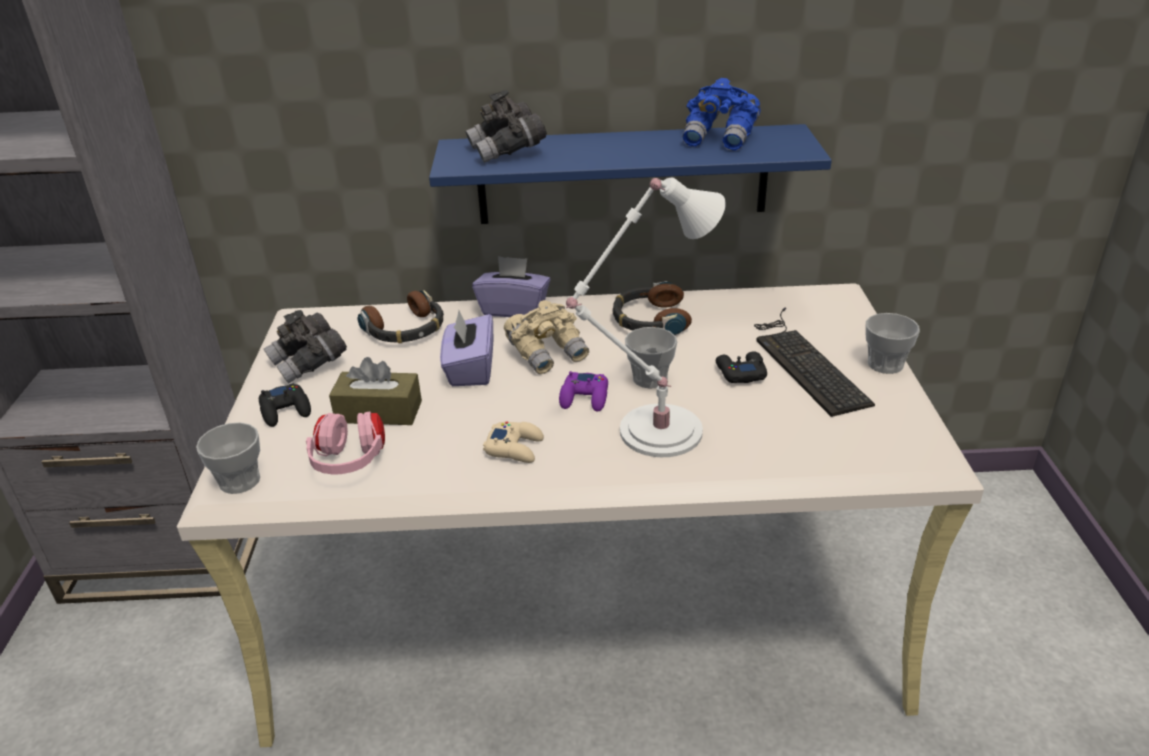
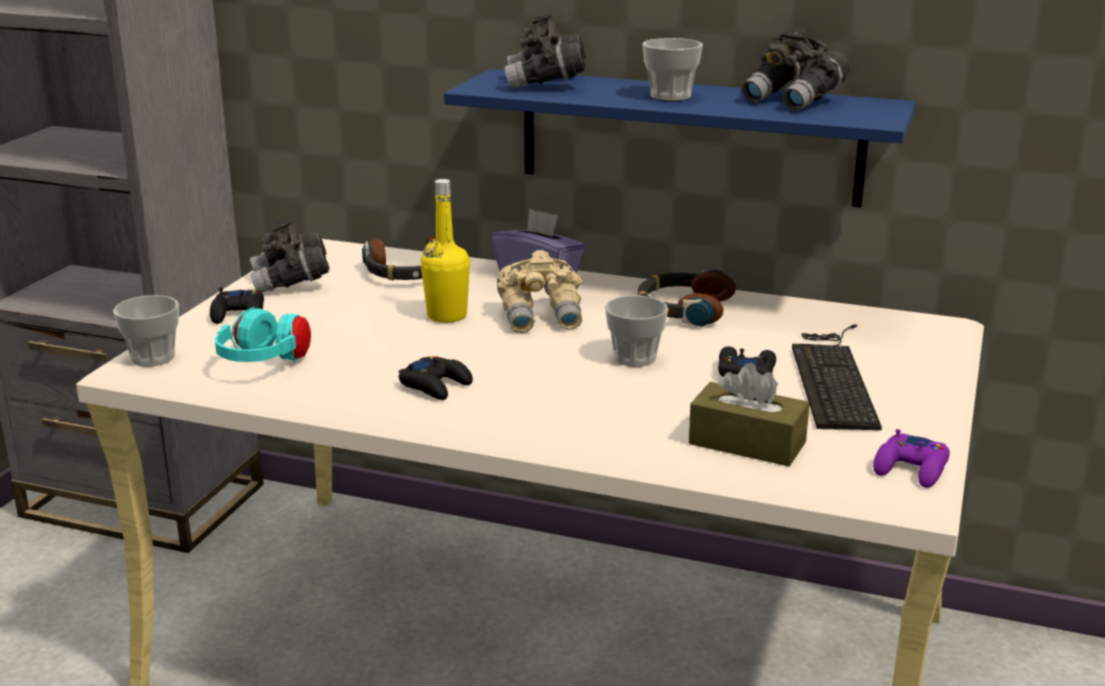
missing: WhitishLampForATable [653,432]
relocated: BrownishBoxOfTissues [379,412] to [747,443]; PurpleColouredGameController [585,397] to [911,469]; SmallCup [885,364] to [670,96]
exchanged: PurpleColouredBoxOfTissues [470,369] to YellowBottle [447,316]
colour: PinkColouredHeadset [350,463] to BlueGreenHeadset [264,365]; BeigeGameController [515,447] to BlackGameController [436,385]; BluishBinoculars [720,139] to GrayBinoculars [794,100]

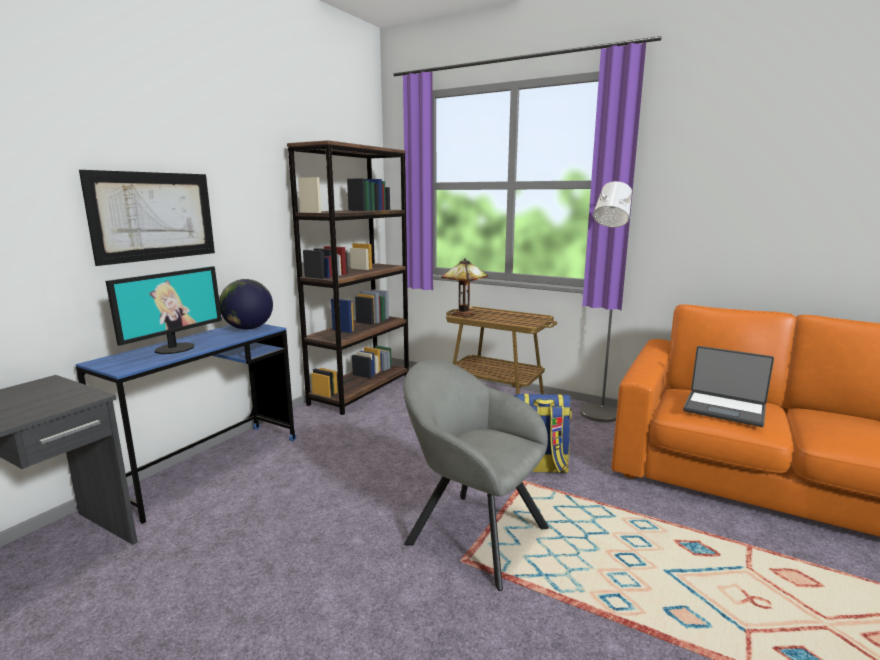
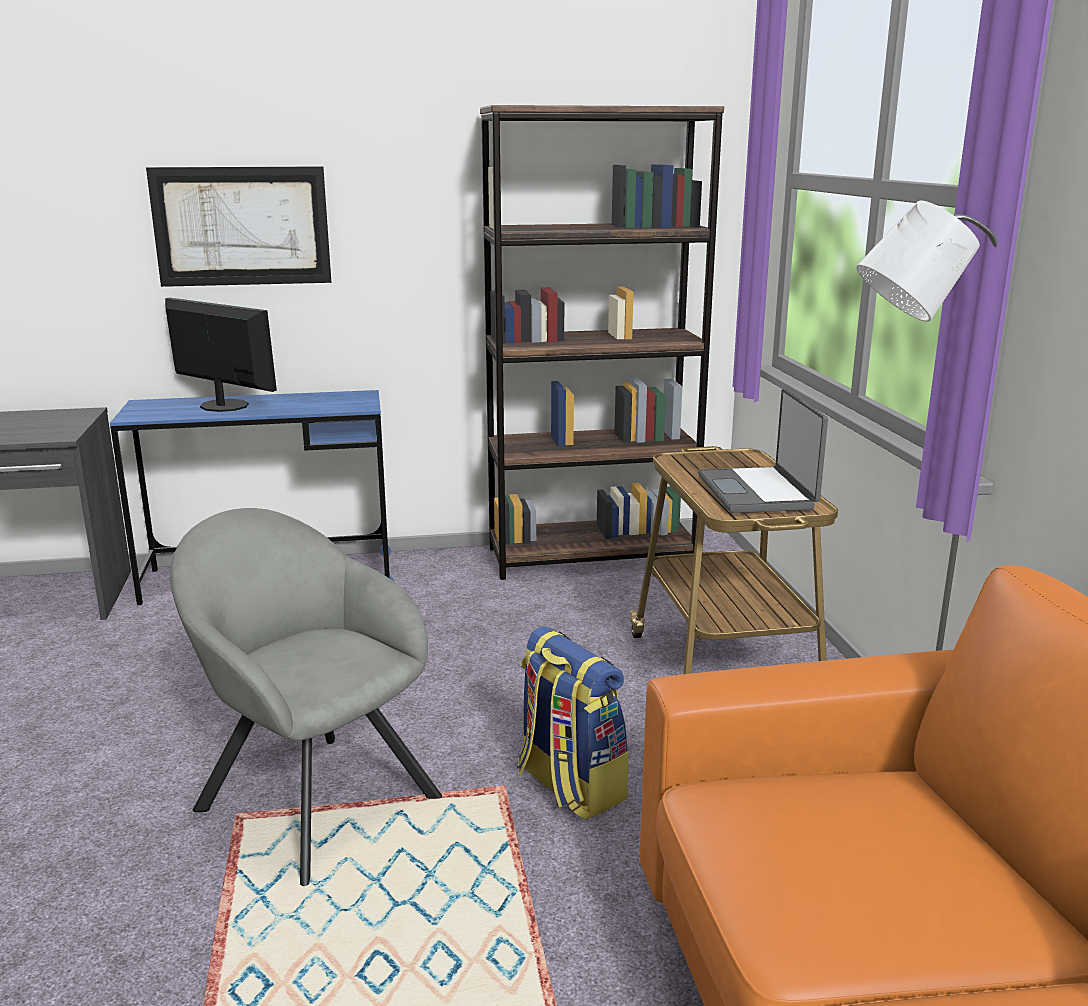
missing: DeskGlobe [248,328]; LampForATable [465,314]
relocated: PortableComputer [724,409] to [758,492]
spun: ComputerScreen [174,348] = [223,406] 135 degrees counterclockwise; GrayEasyChair [471,533] = [311,798] 45 degrees counterclockwise

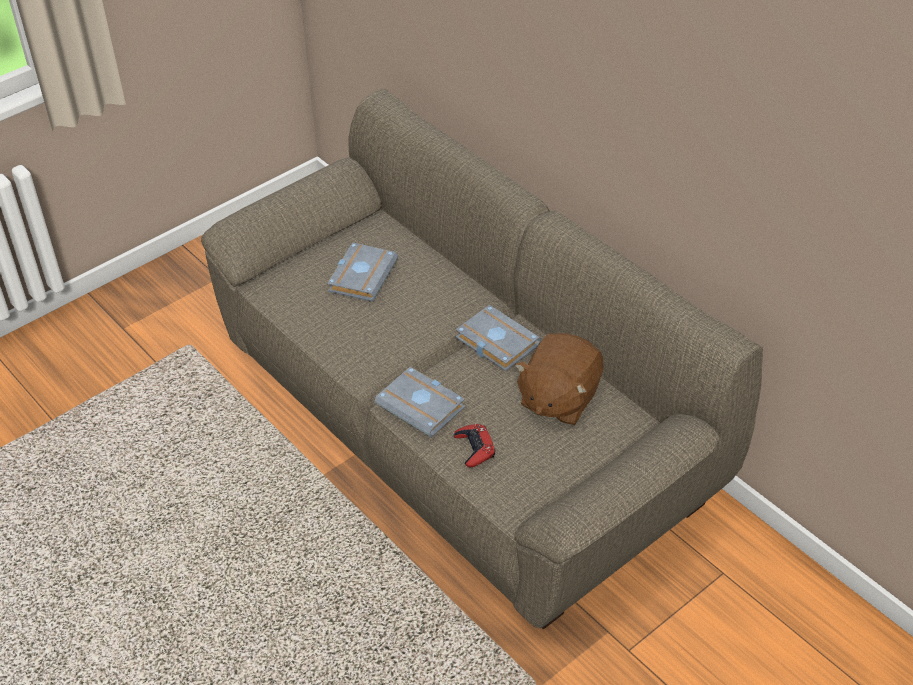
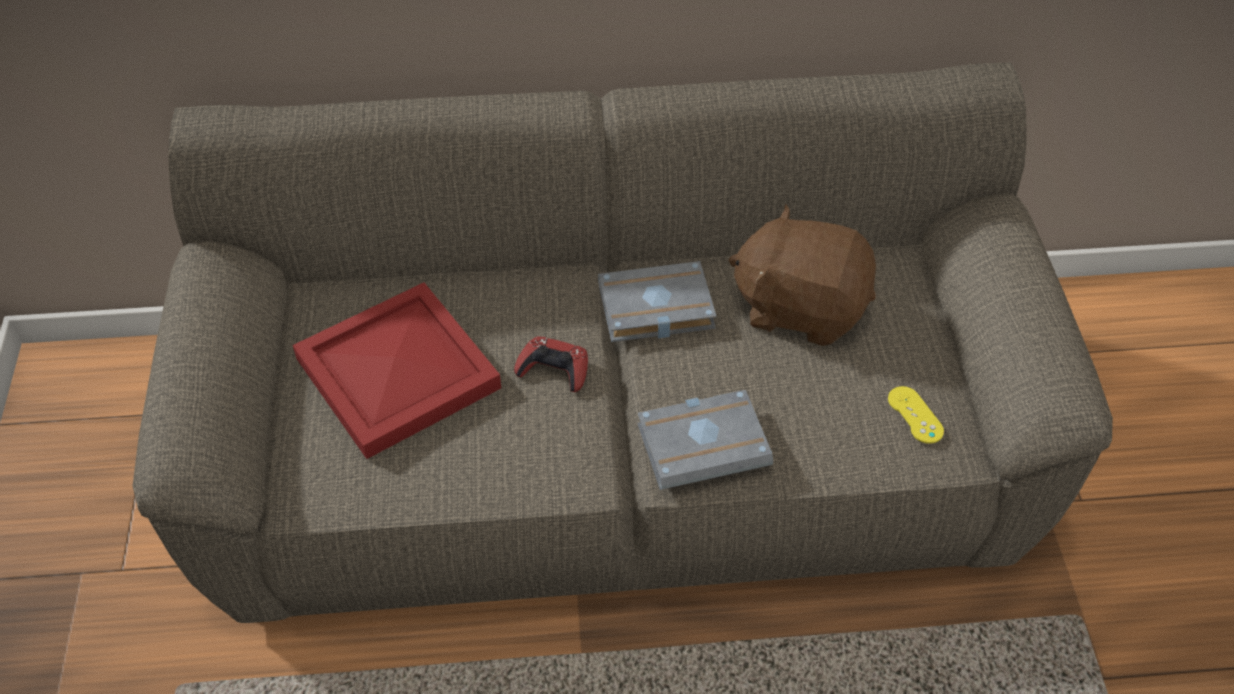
appeared: YellowGameController [915,415]
relocated: RedColouredGameController [475,448] to [554,369]
exchanged: GrayVolume [361,275] to RedColouredTray [394,373]
spun: BrownishPlushToy [558,398] = [800,307] 135 degrees clockwise

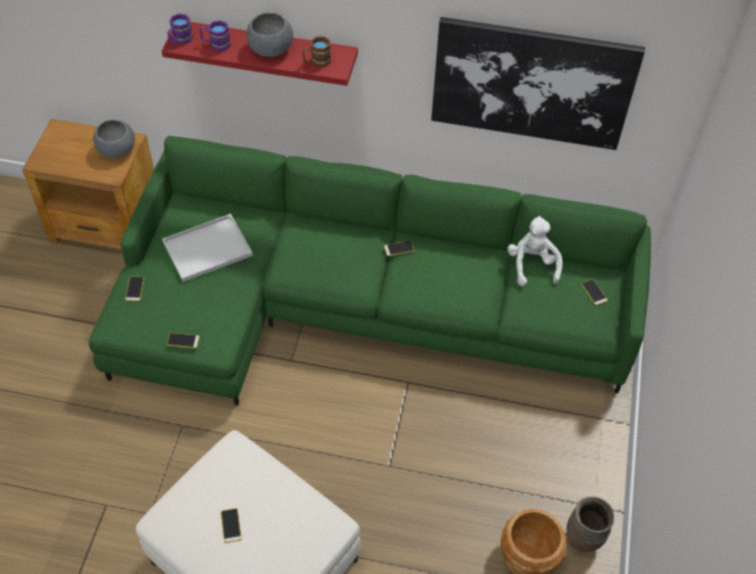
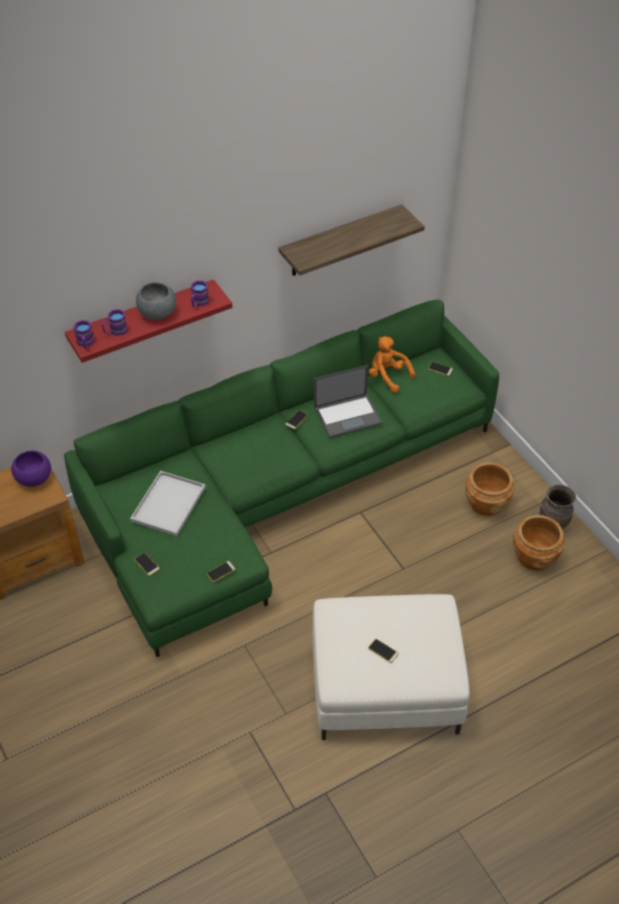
appeared: PortableComputer [348,415]; BrownishFlowerPot [486,503]
exchanged: WallPicture [532,83] to WallShelf [340,241]
colour: GrayServingBowl [116,150] to PurpleColouredServingBowl [34,478]; BrownishCoffeeMug [316,62] to PurpleColouredCoffeeMug [198,303]; WhitishPlushToy [532,265] to OrangeyPlushToy [387,376]

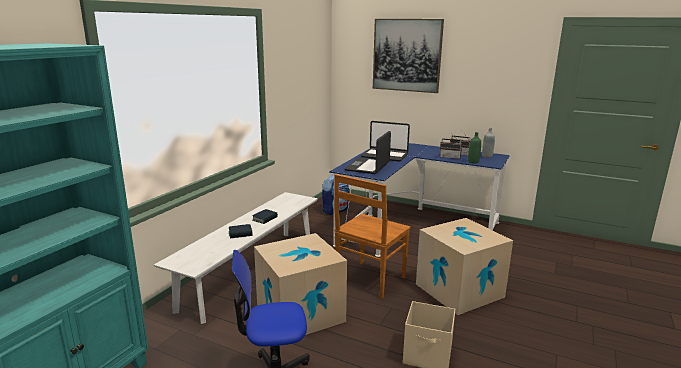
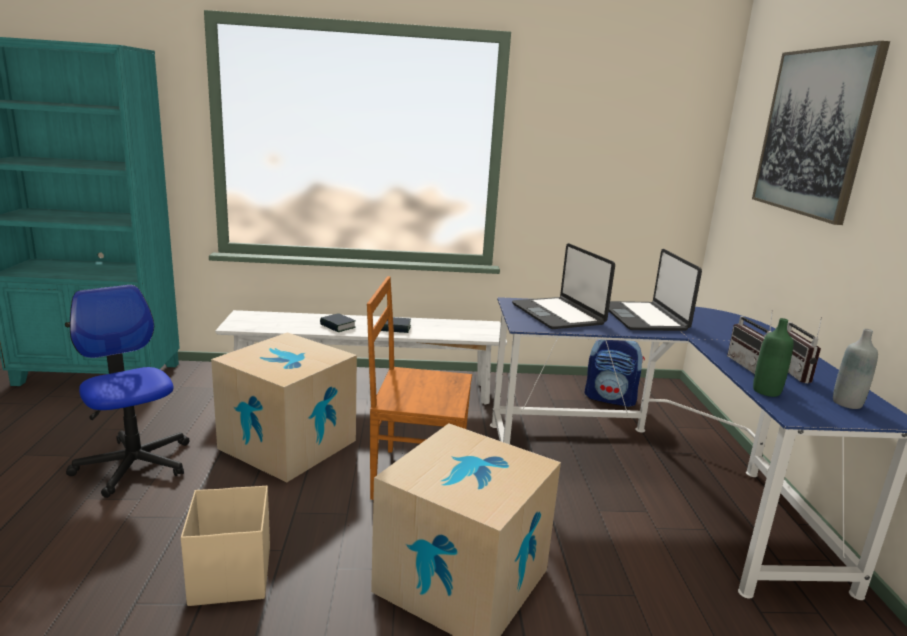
spun: PortableComputer [368,167] = [558,314] 105 degrees counterclockwise

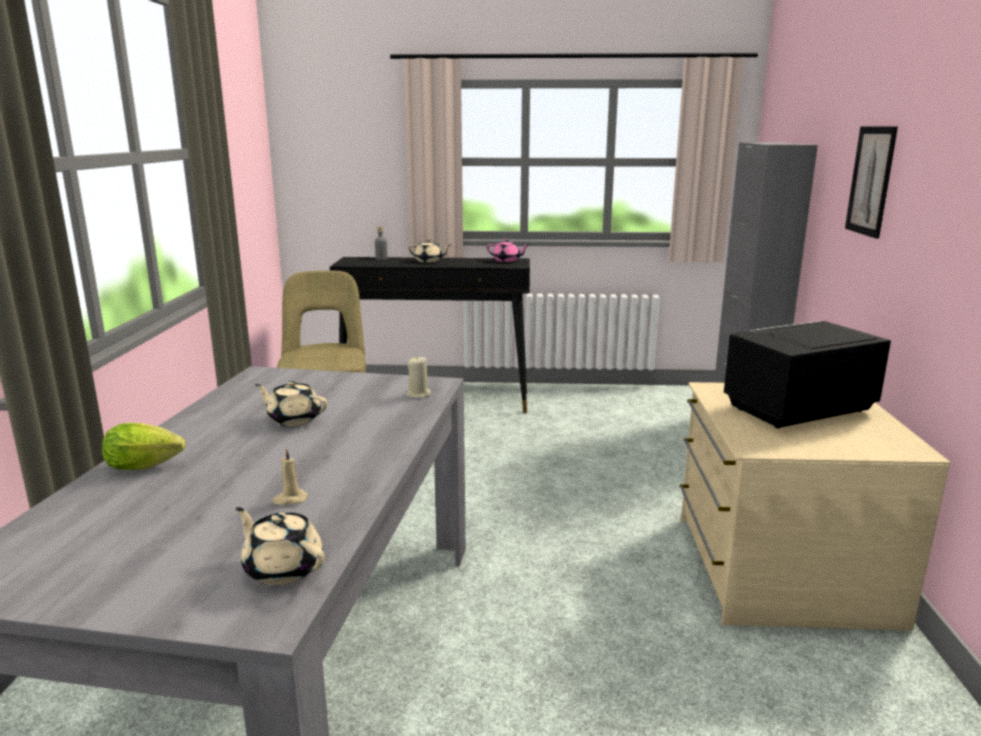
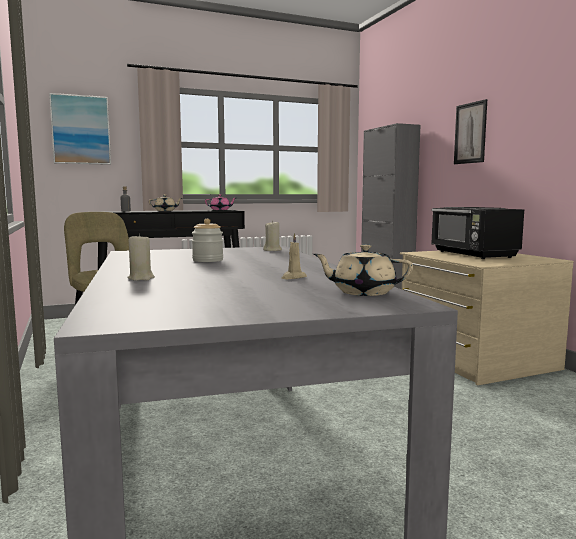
appeared: WallPicture [81,130]
exchanged: LettuceHead [148,466] to BeigeWaxLight [141,278]; BeigeTeapot [293,419] to PreserveJar [208,260]
spun: BlackMicrowaveOven [796,409] = [473,254] 60 degrees counterclockwise

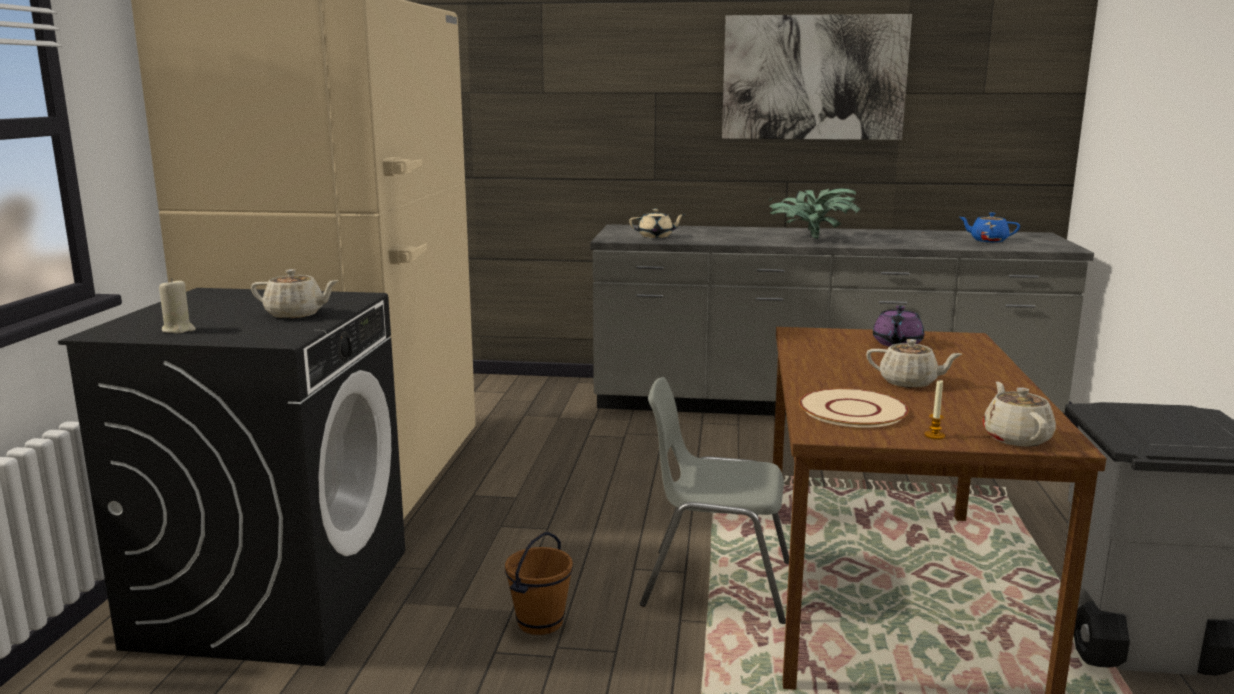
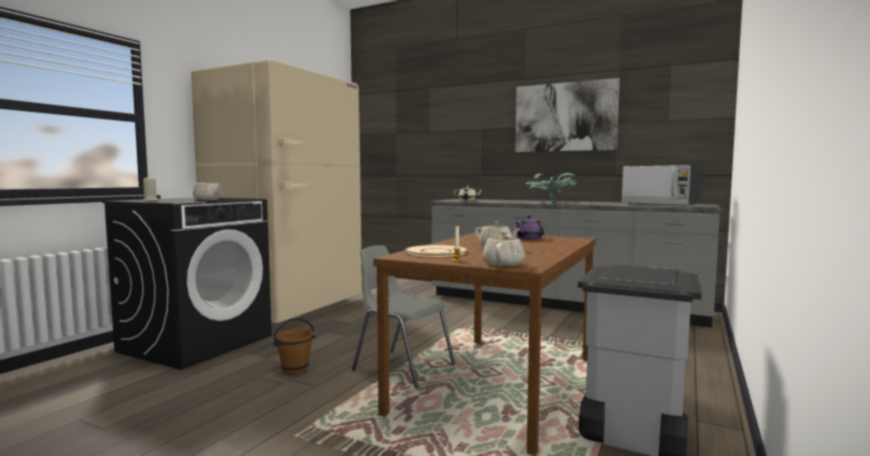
exchanged: BluishTeapot [987,240] to MicrowaveOven [660,204]

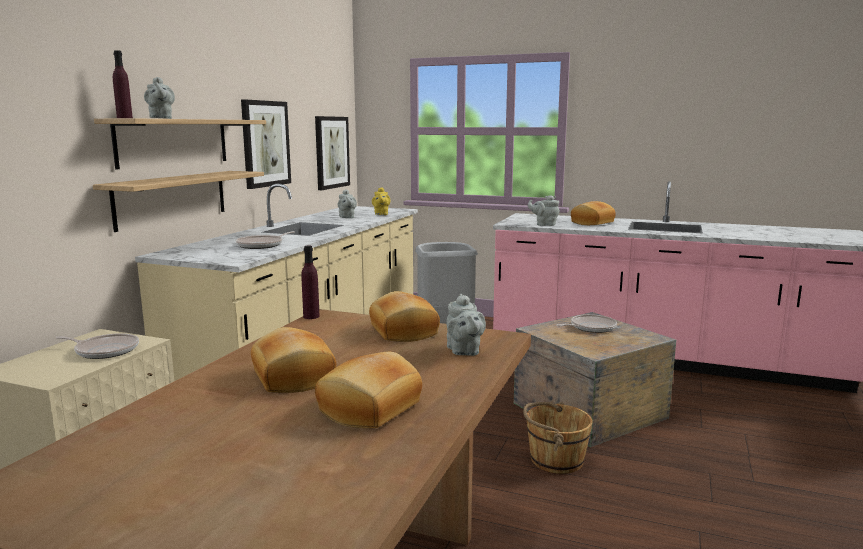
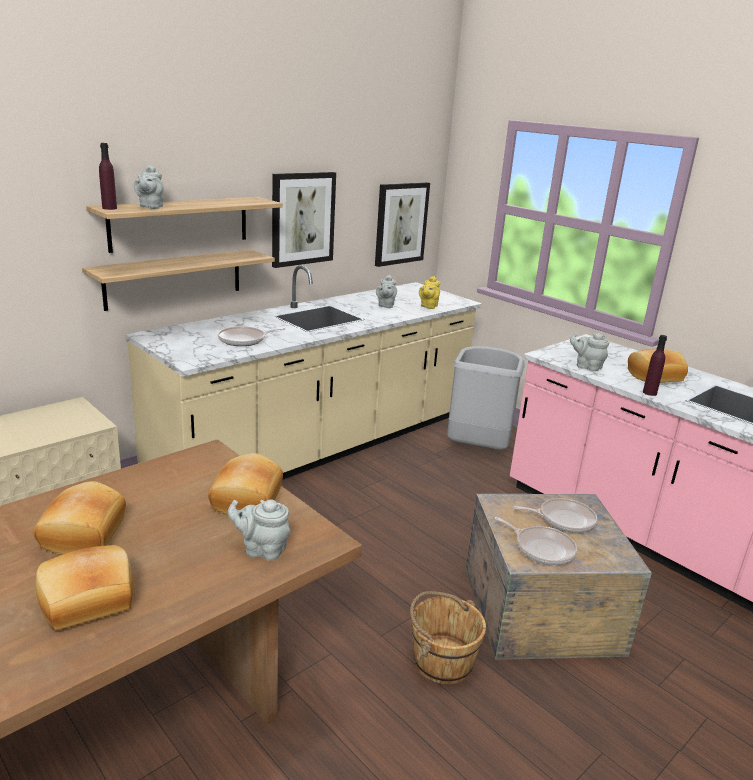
relocated: Skillet [105,350] to [542,548]; PurpleColouredBottle [311,316] to [649,393]
spun: GrayTeapot [464,351] = [262,549] 90 degrees clockwise

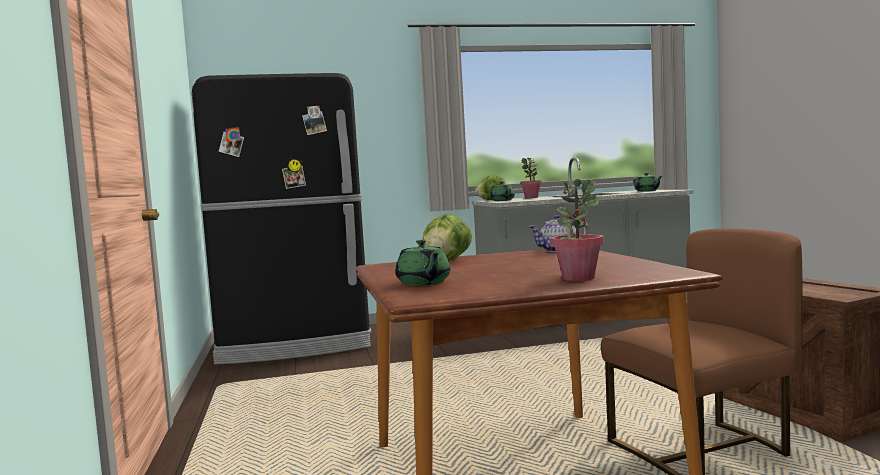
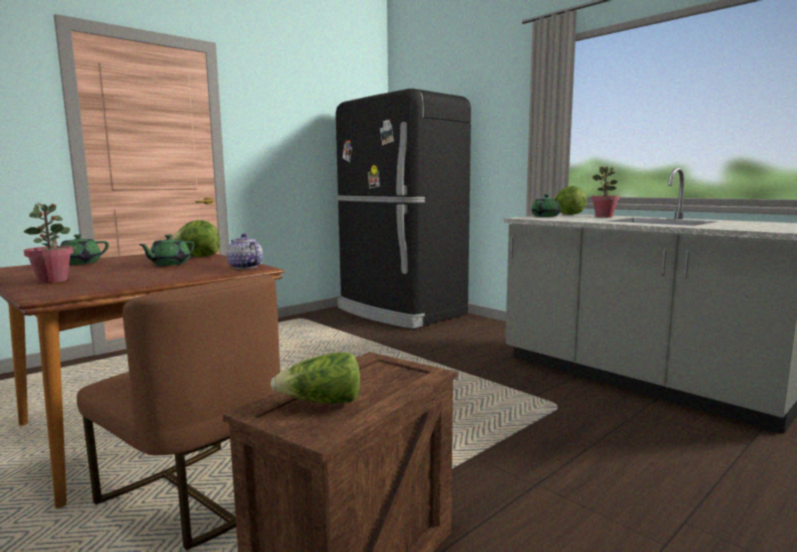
appeared: LettuceHead [322,403]
relocated: GreenColouredTeapot [647,191] to [169,264]

